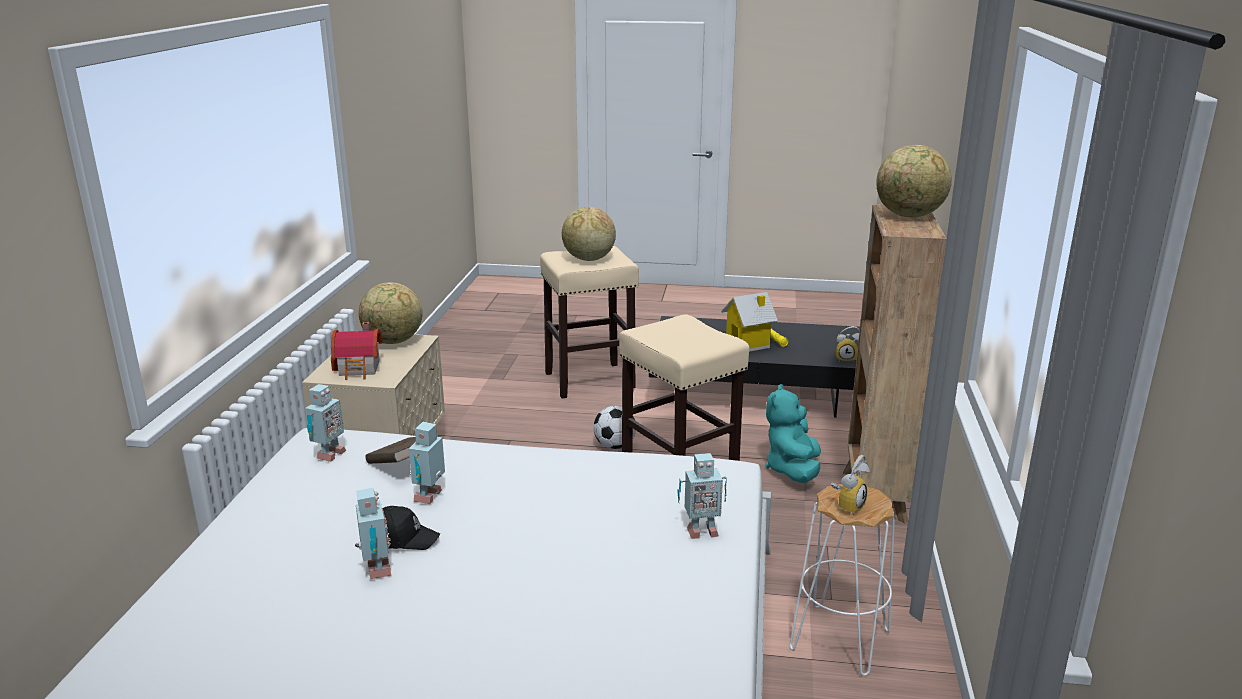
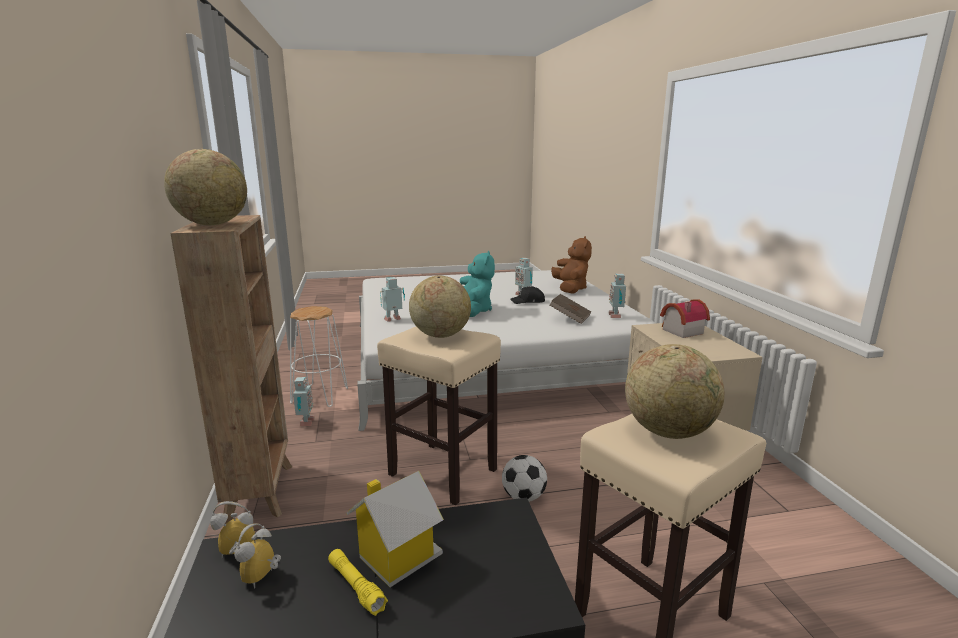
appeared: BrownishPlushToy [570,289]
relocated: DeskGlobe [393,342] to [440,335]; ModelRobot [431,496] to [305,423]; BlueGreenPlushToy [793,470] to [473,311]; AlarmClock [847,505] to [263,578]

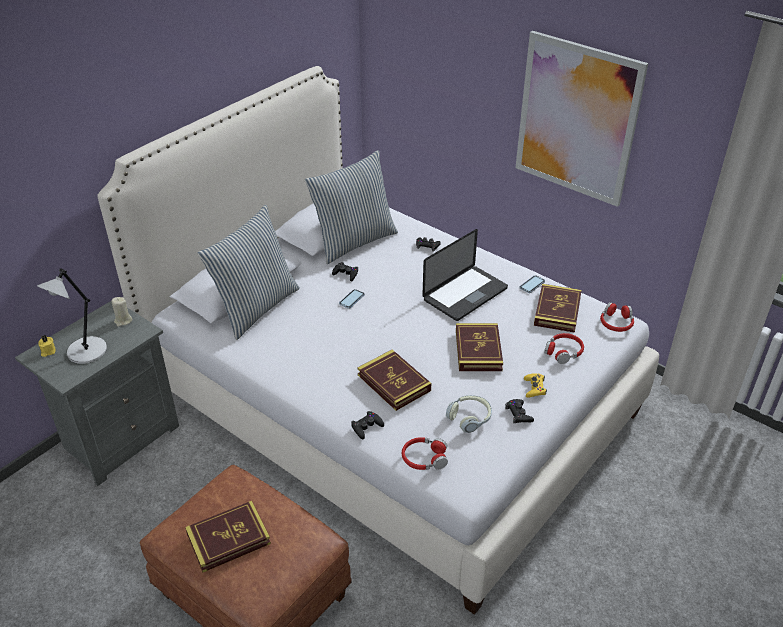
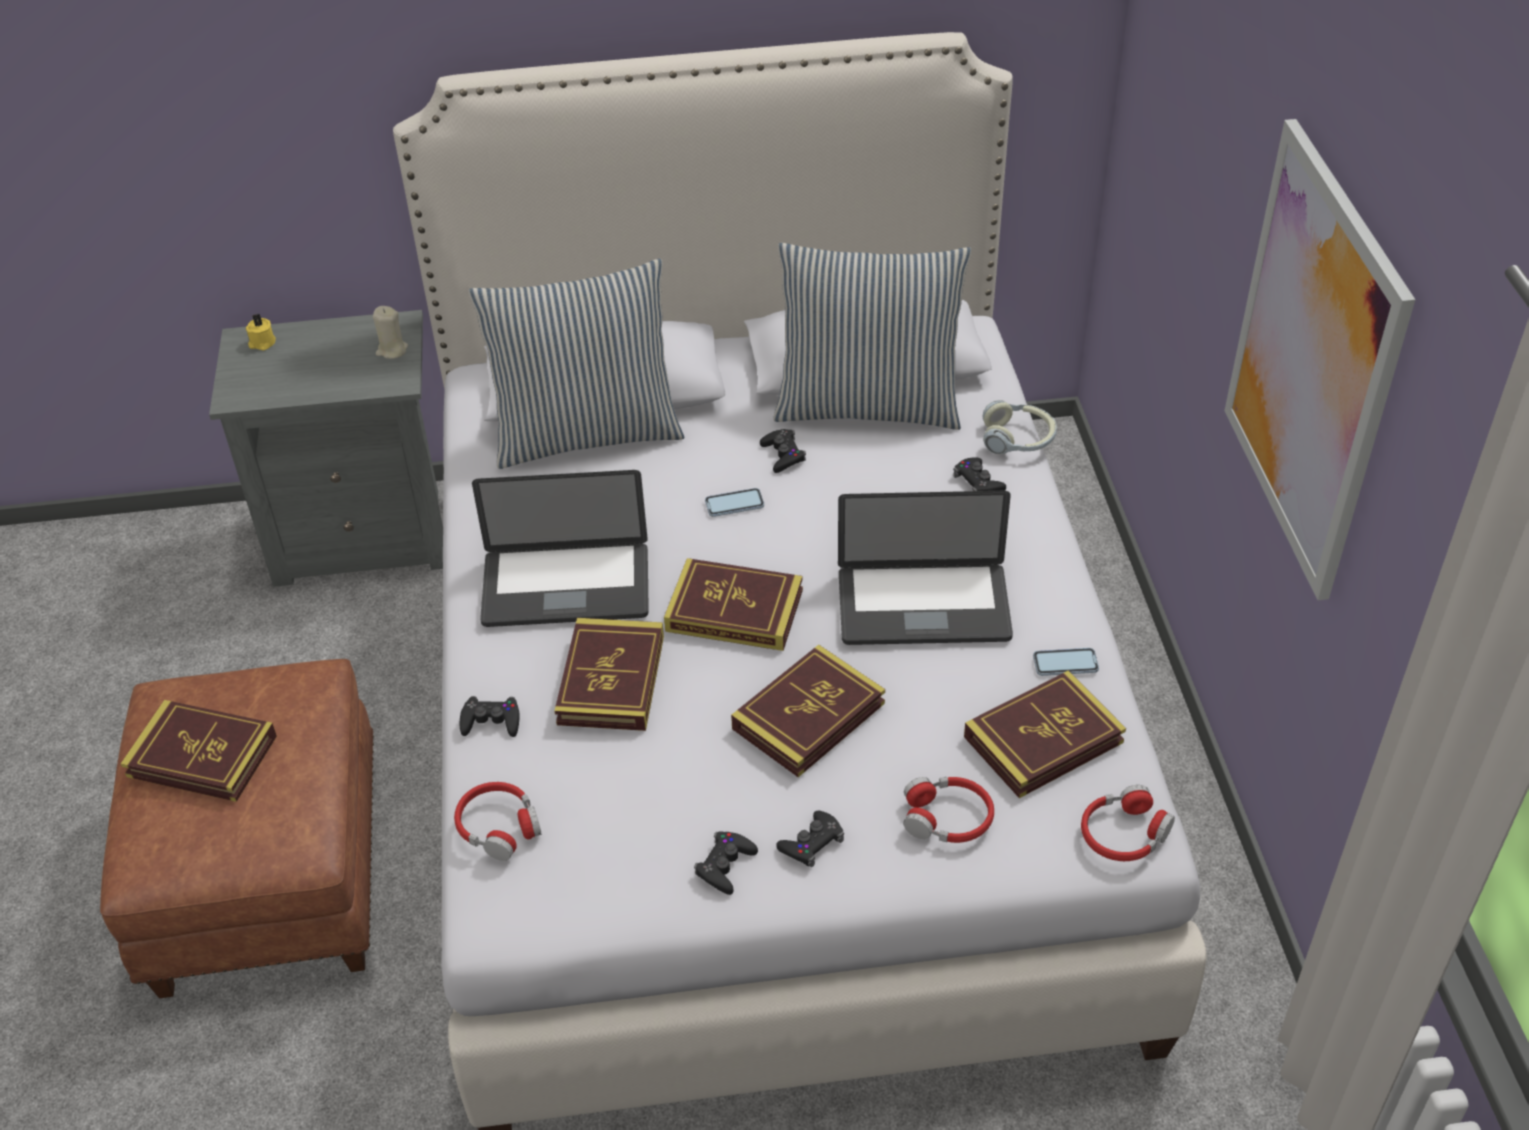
missing: GrayLampForATable [85,352]
appeared: PortableComputer [566,587]; Volume [734,610]
relocated: Headset [469,418] to [1018,439]
colour: YellowGameController [534,388] to BlackGameController [812,843]

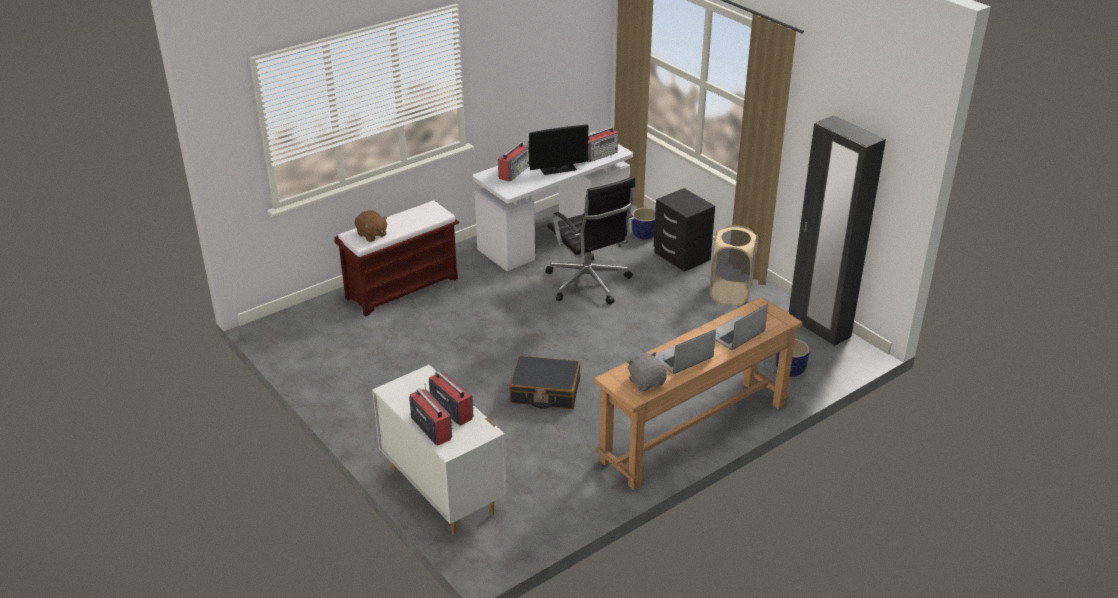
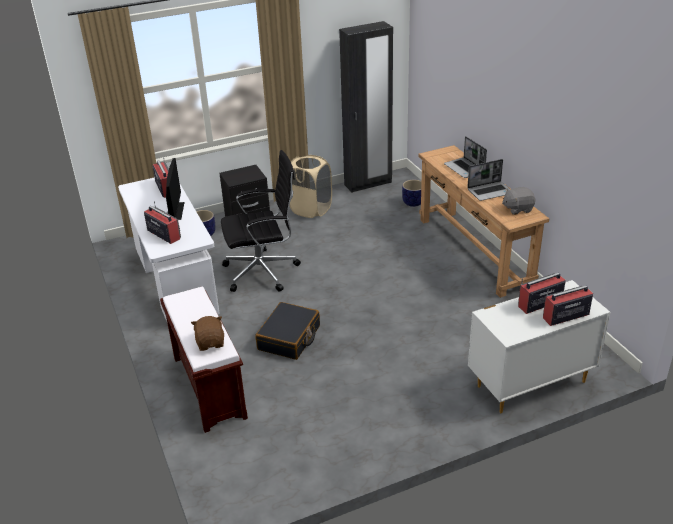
relocated: BlackPieceOfLuggage [545,391] to [289,338]
spun: BrownishPlushToy [372,235] = [211,343] 75 degrees counterclockwise; PortableComputer [682,358] = [490,191] 90 degrees counterclockwise

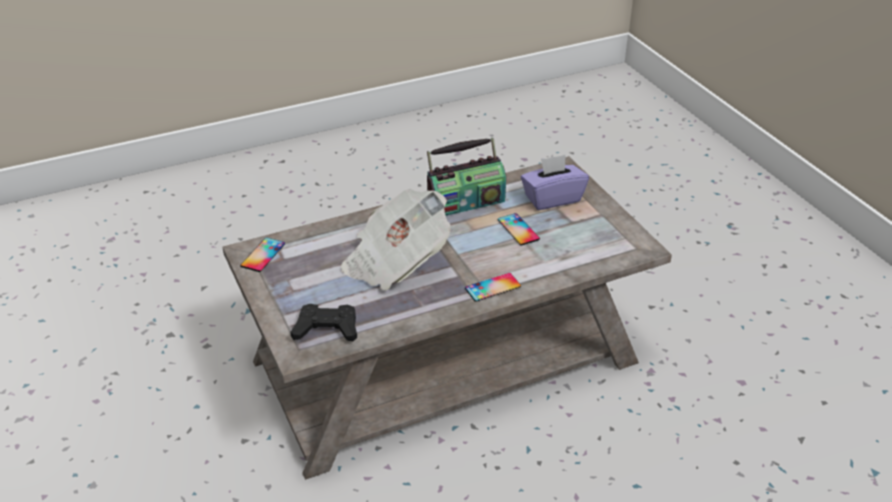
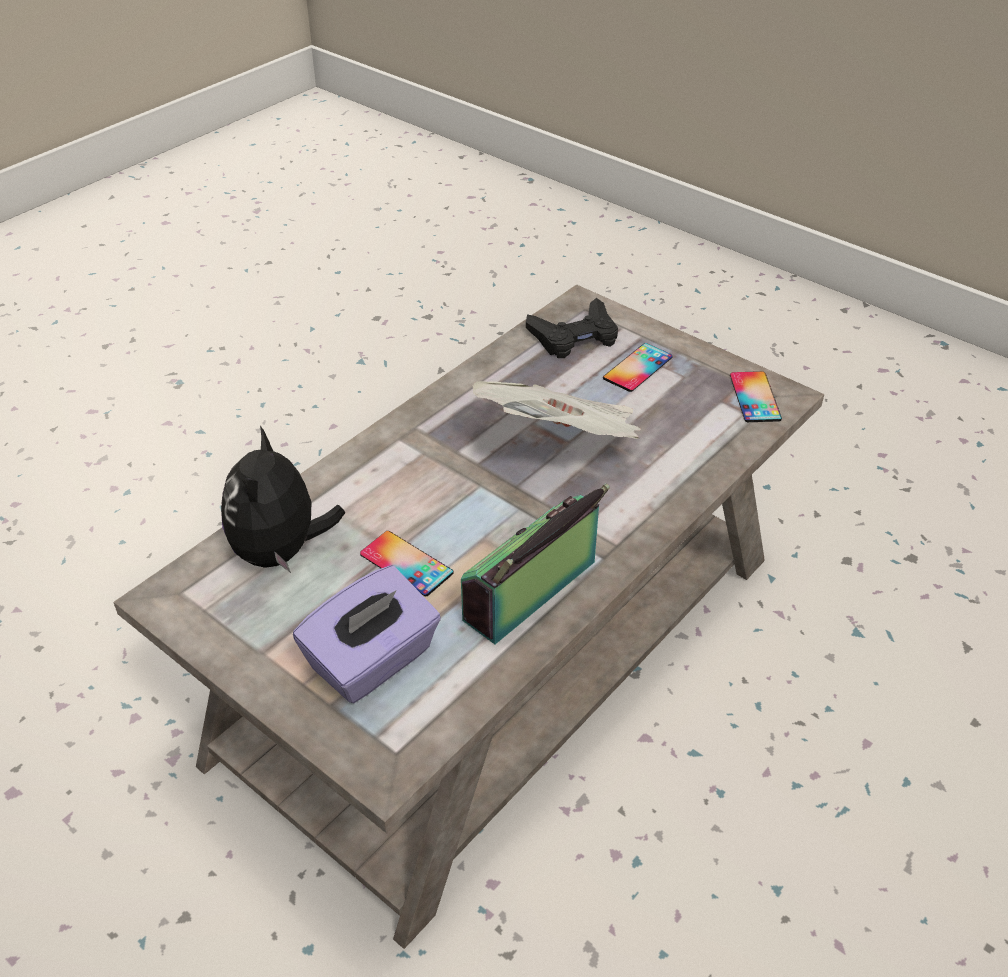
appeared: PlushToy [281,551]
relocated: Phone [492,287] to [637,368]

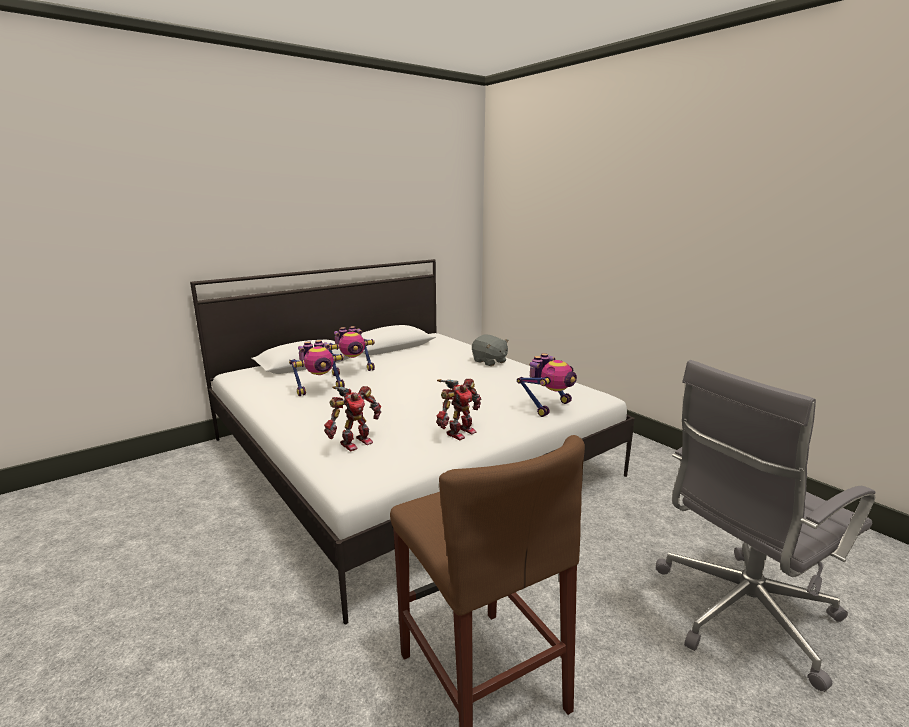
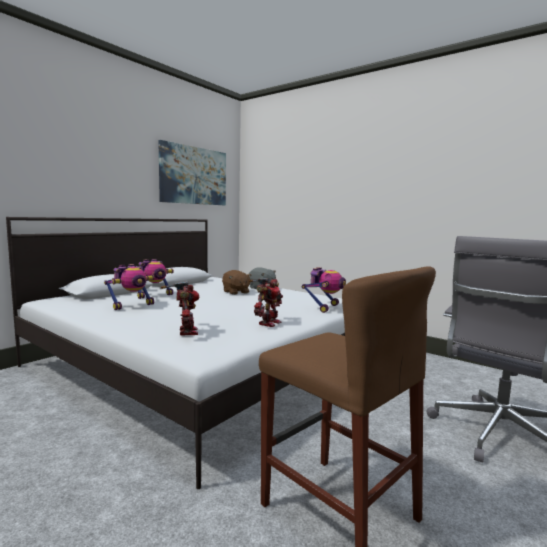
appeared: WallPicture [194,175]; BrownishPlushToy [235,292]
spun: ModelRobot [355,442] = [186,332] 45 degrees counterclockwise

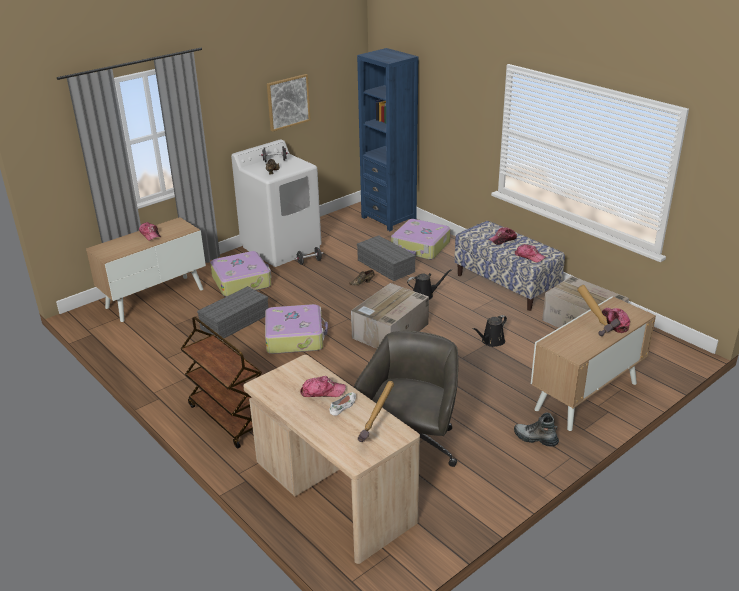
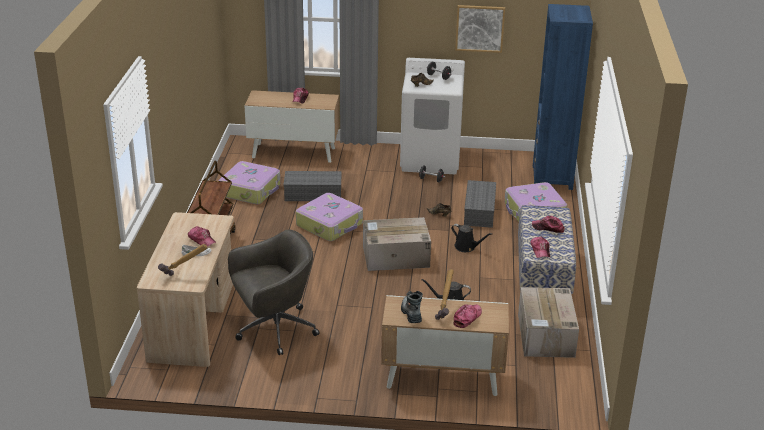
relocated: PieceOfLuggage [242,281] to [250,190]; Boot [535,439] to [411,313]

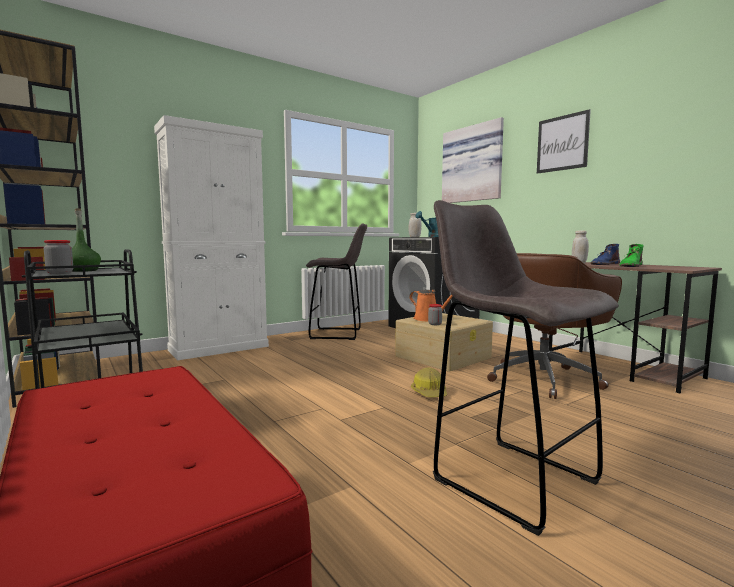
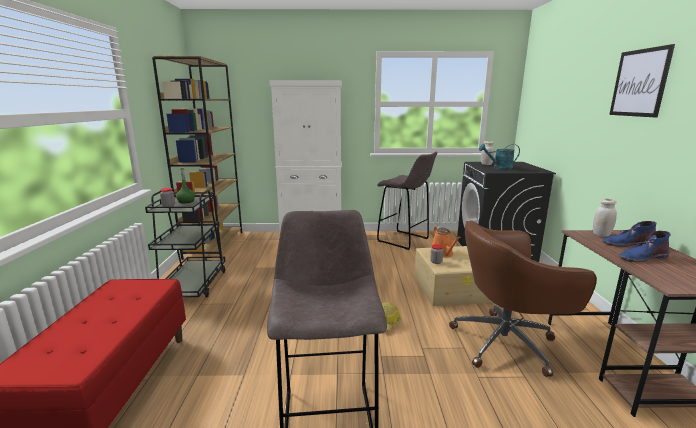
missing: WallPicture [473,164]
colour: GreenColouredBoot [631,266] to BluishBoot [642,257]

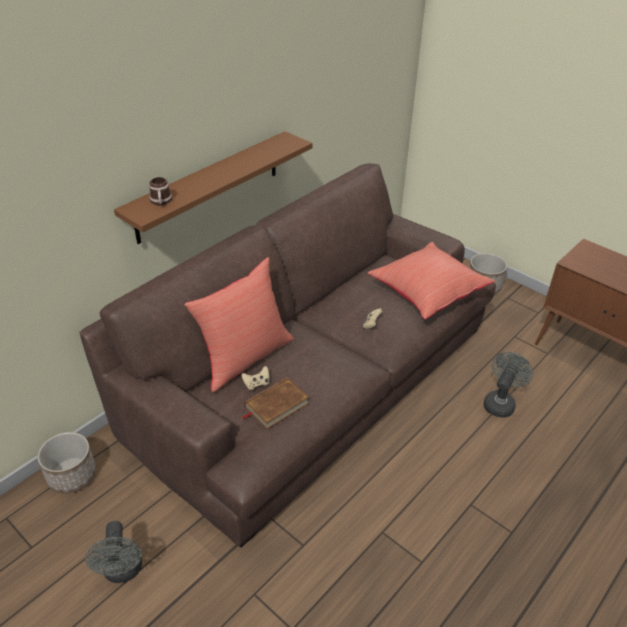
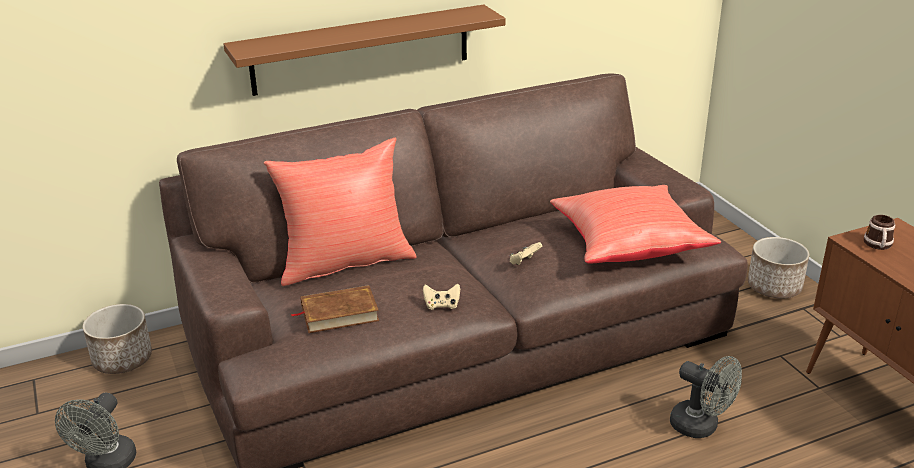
relocated: CoffeeMug [161,202] to [878,245]; BeigeGameController [256,384] to [442,305]
spun: GrayCoolingFan [500,402] = [701,427] 75 degrees clockwise

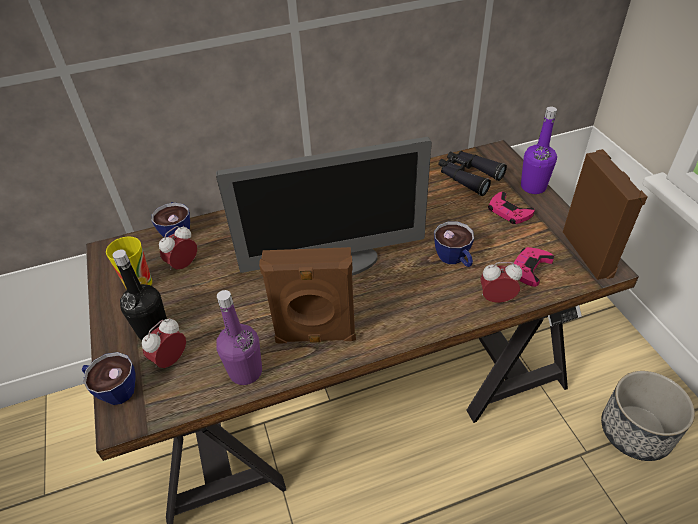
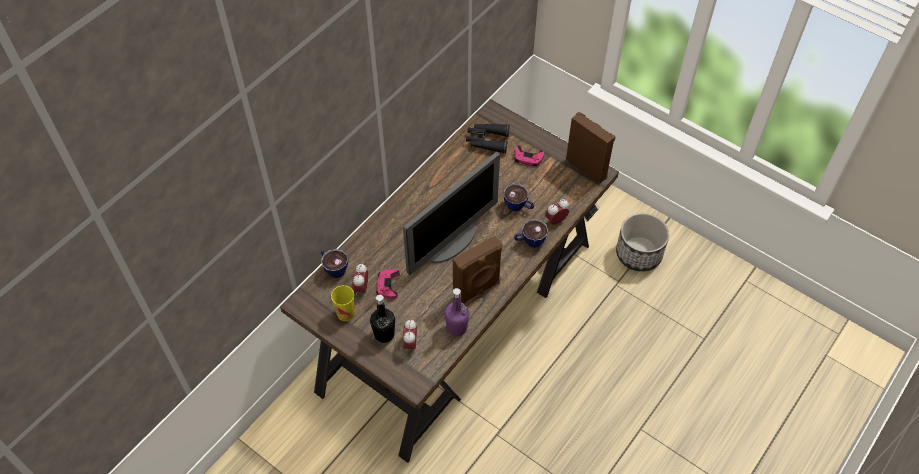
missing: PurpleColouredBottle [533,187]
relocated: SmallCup [113,389] to [529,241]; PinkColouredGameController [529,268] to [388,285]

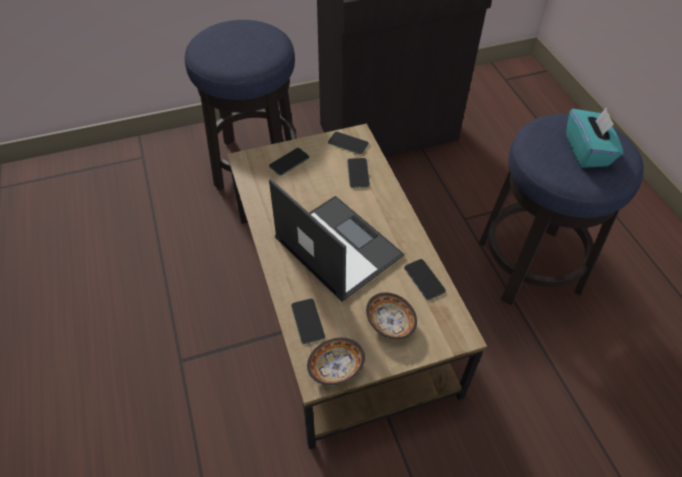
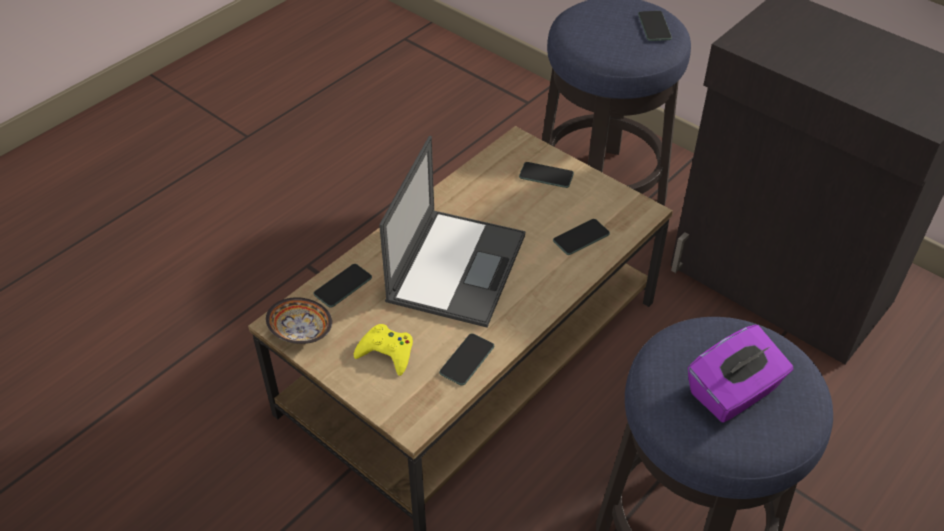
relocated: Phone [348,143] to [654,26]
exchanged: ServingBowl [390,322] to YellowGameController [387,352]
colour: BlueGreenBoxOfTissues [587,151] to PurpleColouredBoxOfTissues [733,393]

